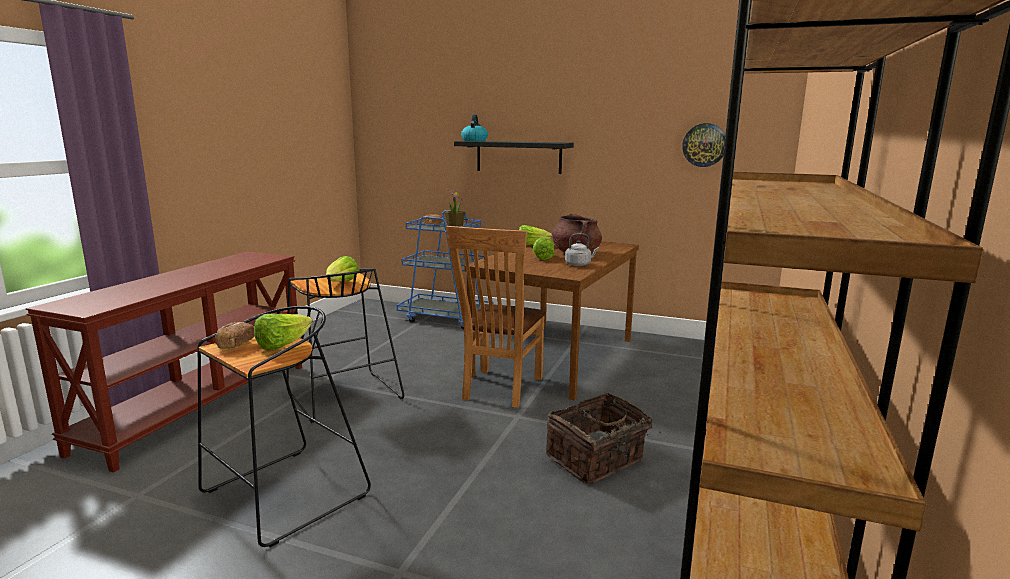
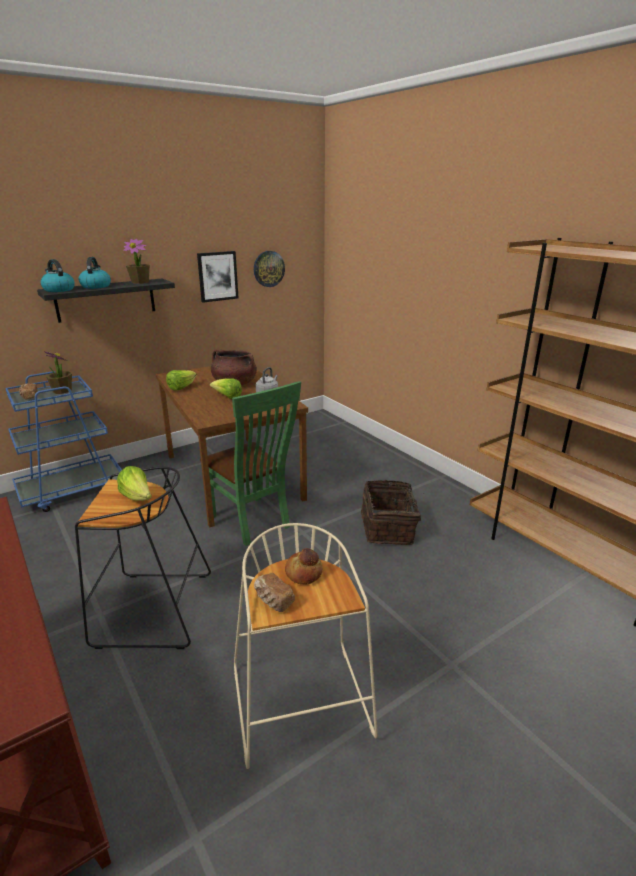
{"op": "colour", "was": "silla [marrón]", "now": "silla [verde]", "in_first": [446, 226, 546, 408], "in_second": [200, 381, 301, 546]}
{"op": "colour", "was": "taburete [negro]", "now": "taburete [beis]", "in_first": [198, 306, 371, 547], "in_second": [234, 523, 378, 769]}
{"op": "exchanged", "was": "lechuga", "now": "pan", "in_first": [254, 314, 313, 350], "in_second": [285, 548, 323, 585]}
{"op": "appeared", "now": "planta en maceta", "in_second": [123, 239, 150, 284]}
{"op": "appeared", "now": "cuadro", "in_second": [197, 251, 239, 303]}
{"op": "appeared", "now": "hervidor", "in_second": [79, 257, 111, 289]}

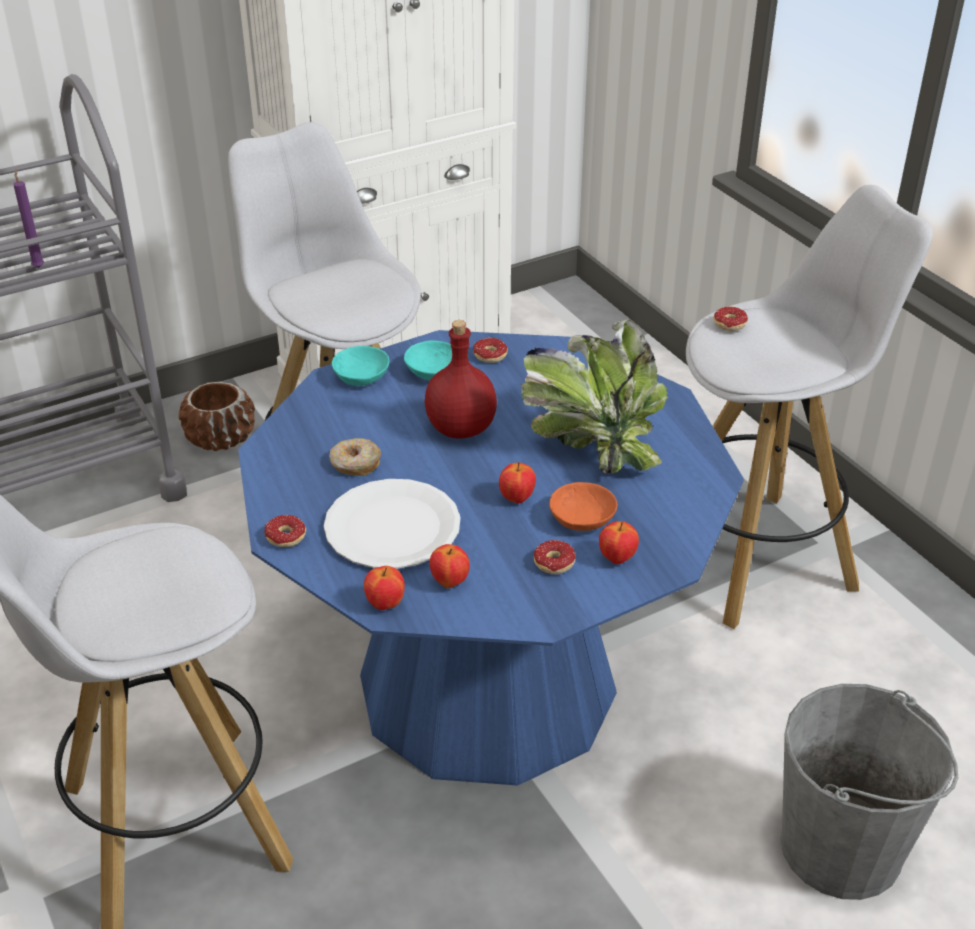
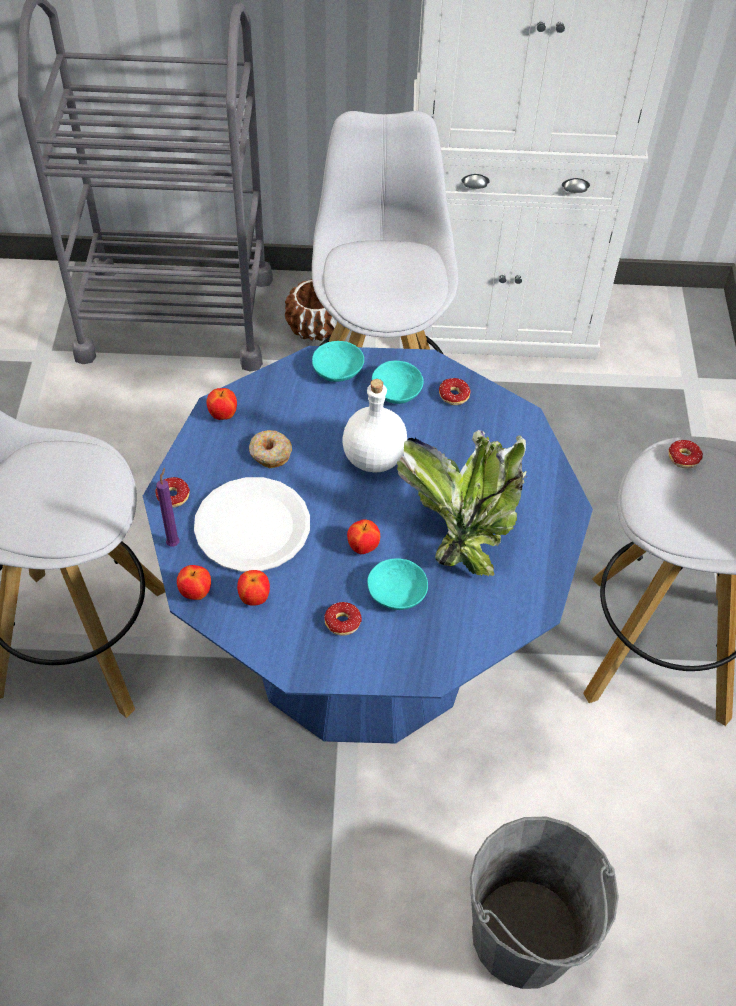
{"op": "relocated", "was": "vela [morado]", "in_first": [13, 169, 44, 268], "in_second": [156, 468, 180, 547]}
{"op": "colour", "was": "botella [rojo]", "now": "botella [blanco]", "in_first": [425, 320, 497, 439], "in_second": [343, 379, 407, 472]}
{"op": "colour", "was": "cuenco [naranja]", "now": "cuenco [turquesa]", "in_first": [549, 482, 617, 531], "in_second": [367, 558, 428, 610]}
{"op": "relocated", "was": "manzana", "in_first": [599, 521, 639, 564], "in_second": [207, 388, 237, 420]}

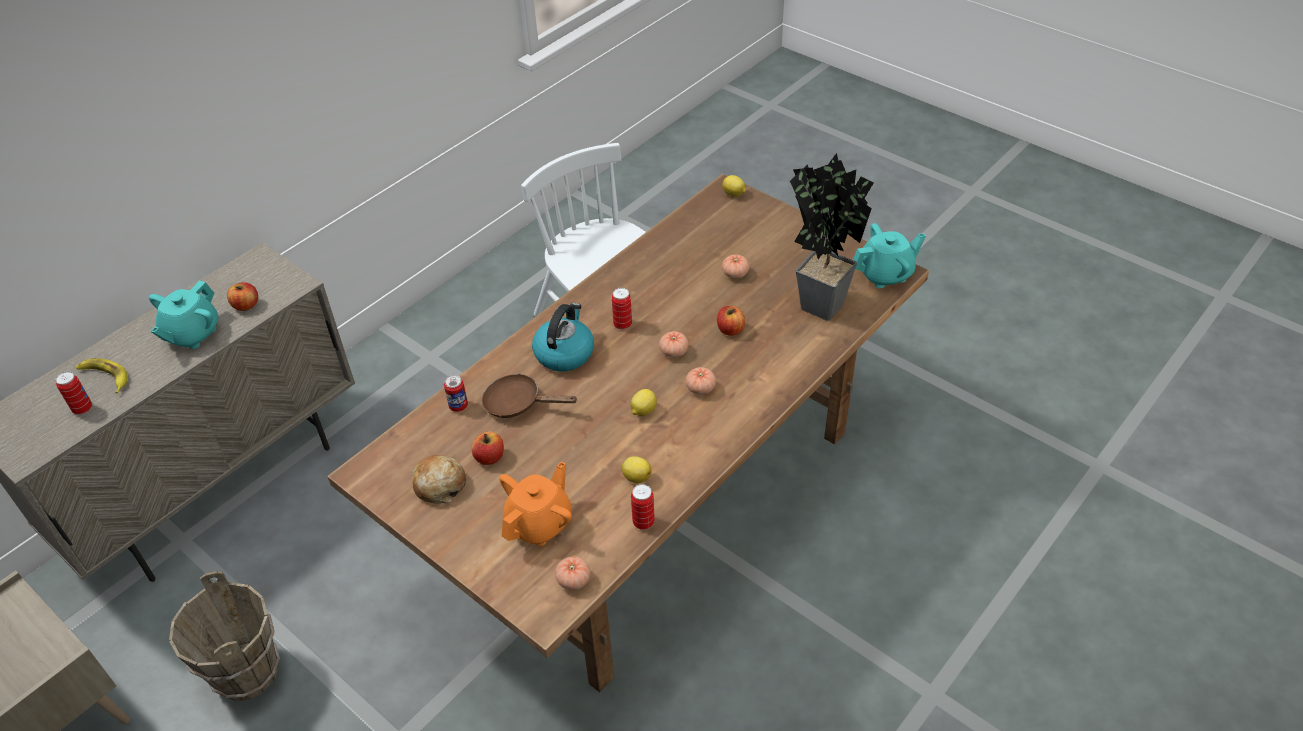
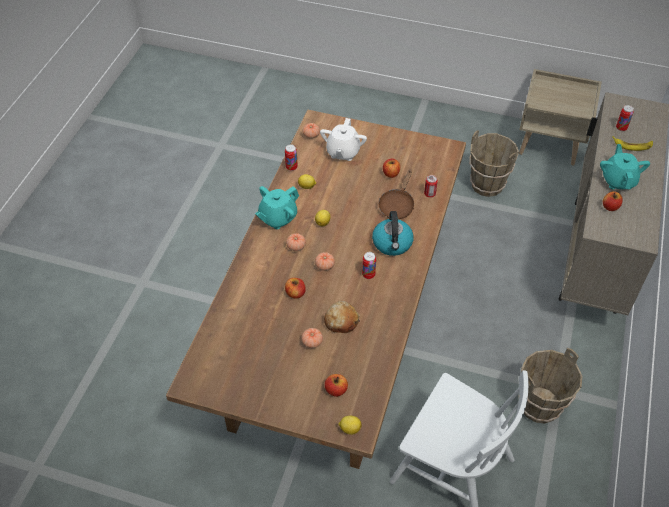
{"op": "missing", "was": "planta en maceta", "in_first": [790, 153, 874, 321]}
{"op": "relocated", "was": "tetera [turquesa]", "in_first": [853, 223, 926, 288], "in_second": [255, 186, 299, 229]}
{"op": "spun", "was": "sartén [marrón]", "in_first": [482, 373, 578, 418], "in_second": [378, 169, 414, 219], "clockwise": 120}
{"op": "relocated", "was": "pan", "in_first": [412, 455, 466, 504], "in_second": [324, 301, 360, 333]}
{"op": "colour", "was": "tetera [naranja]", "now": "tetera [blanco]", "in_first": [499, 462, 572, 546], "in_second": [320, 118, 367, 161]}
{"op": "appeared", "now": "cubo [marrón]", "in_second": [518, 348, 582, 424]}
{"op": "appeared", "now": "manzana", "in_second": [325, 374, 348, 397]}

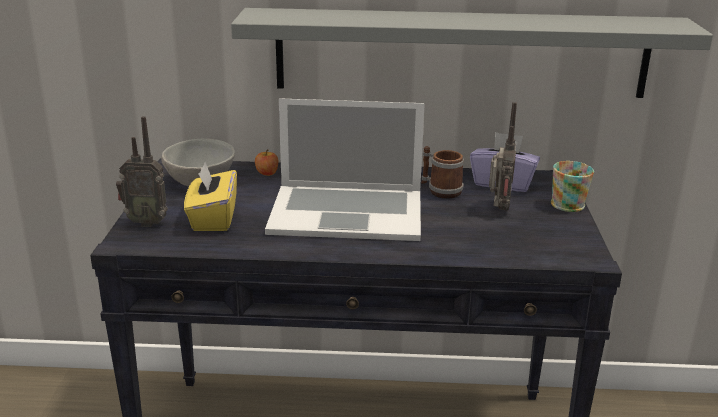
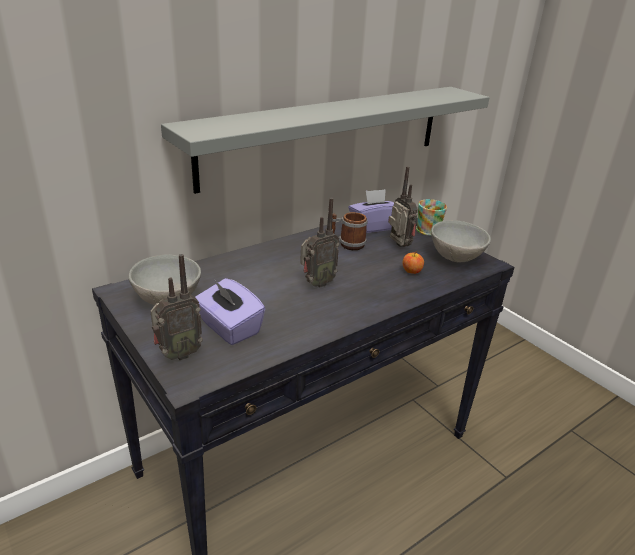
{"op": "exchanged", "was": "portátil", "now": "radio", "in_first": [265, 98, 425, 241], "in_second": [300, 198, 339, 287]}
{"op": "relocated", "was": "manzana", "in_first": [255, 149, 278, 176], "in_second": [403, 251, 424, 274]}
{"op": "colour", "was": "caja de pañuelos [amarillo]", "now": "caja de pañuelos [morado]", "in_first": [184, 162, 237, 231], "in_second": [195, 278, 265, 345]}
{"op": "appeared", "now": "cuenco [gris]", "in_second": [431, 220, 491, 262]}

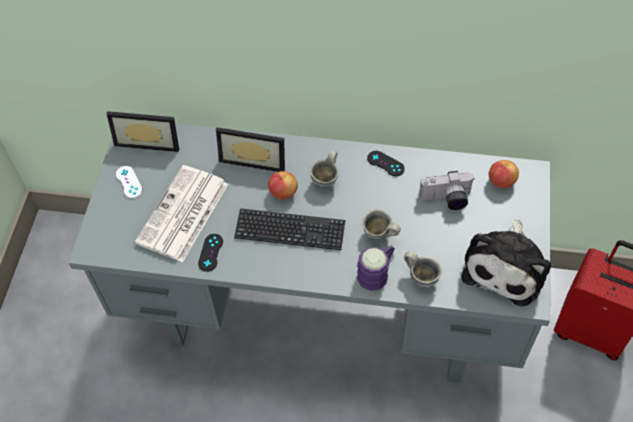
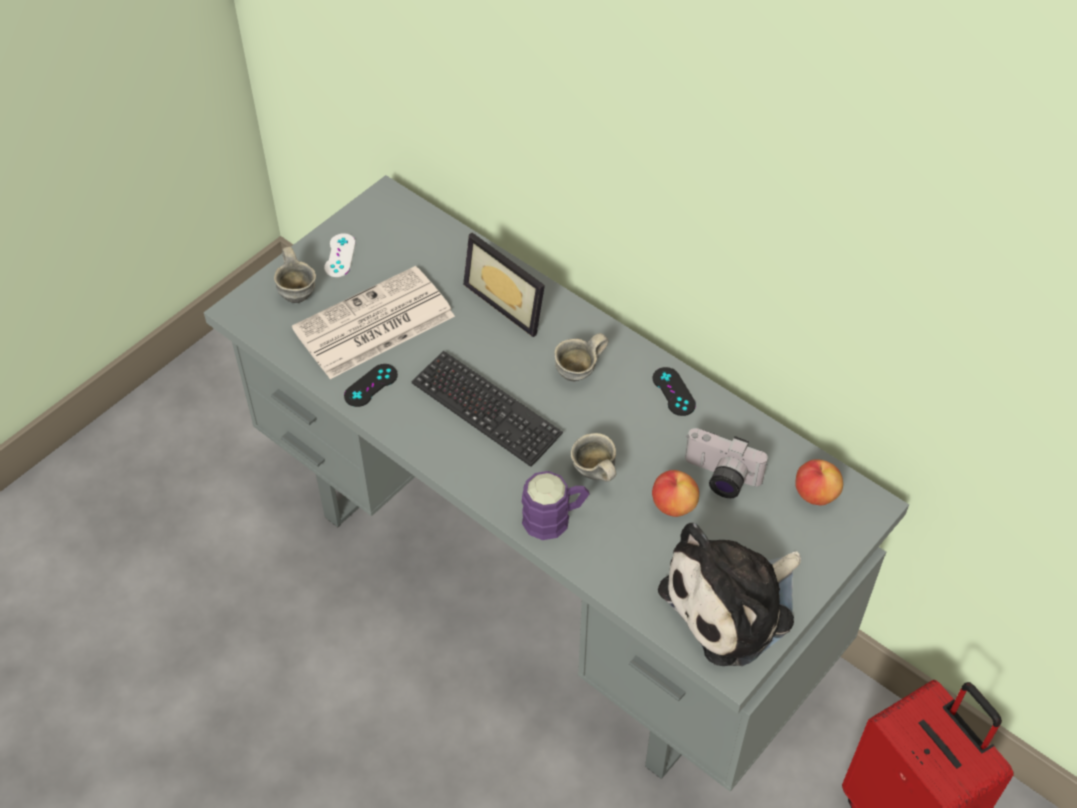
{"op": "missing", "was": "portarretratos", "in_first": [106, 111, 179, 152]}
{"op": "relocated", "was": "manzana", "in_first": [268, 171, 298, 199], "in_second": [652, 470, 699, 517]}
{"op": "relocated", "was": "taza grande [gris]", "in_first": [404, 251, 442, 288], "in_second": [274, 246, 316, 303]}

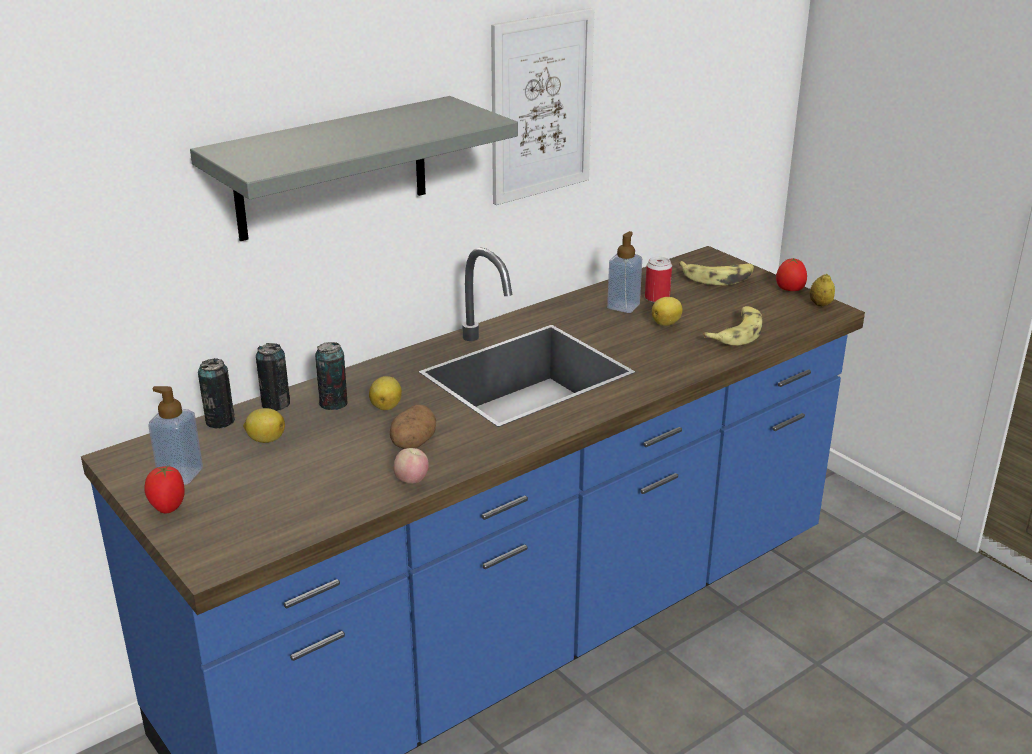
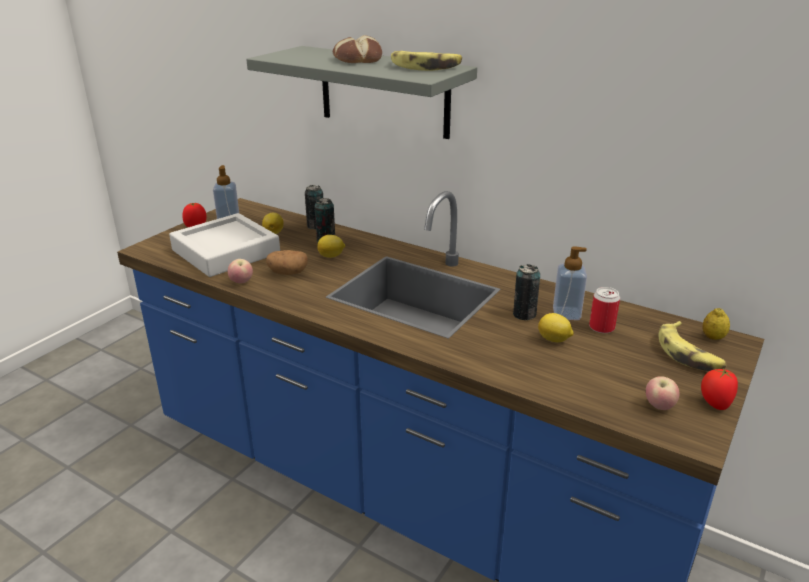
{"op": "missing", "was": "cuadro", "in_first": [491, 8, 594, 205]}
{"op": "relocated", "was": "limón", "in_first": [810, 274, 835, 306], "in_second": [702, 308, 730, 340]}
{"op": "relocated", "was": "plátano", "in_first": [703, 306, 763, 345], "in_second": [391, 51, 462, 71]}
{"op": "relocated", "was": "lata", "in_first": [198, 358, 235, 428], "in_second": [513, 264, 540, 320]}
{"op": "appeared", "now": "pan", "in_second": [333, 35, 382, 63]}
{"op": "appeared", "now": "bandeja [gris]", "in_second": [169, 213, 280, 277]}
{"op": "appeared", "now": "manzana", "in_second": [646, 376, 680, 410]}

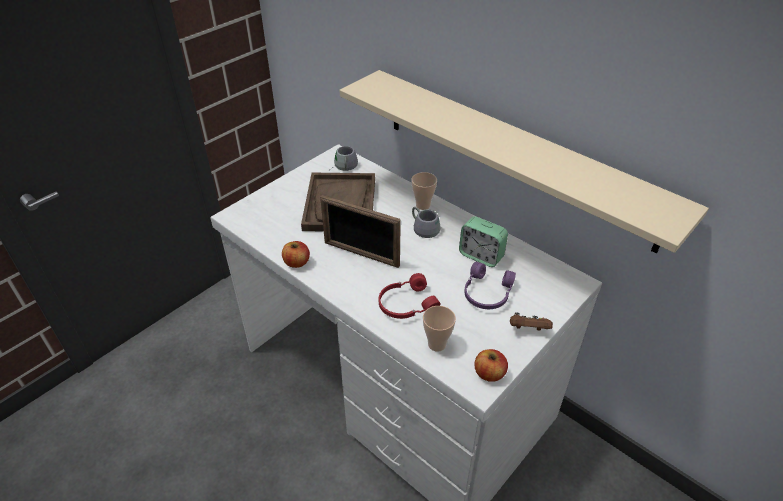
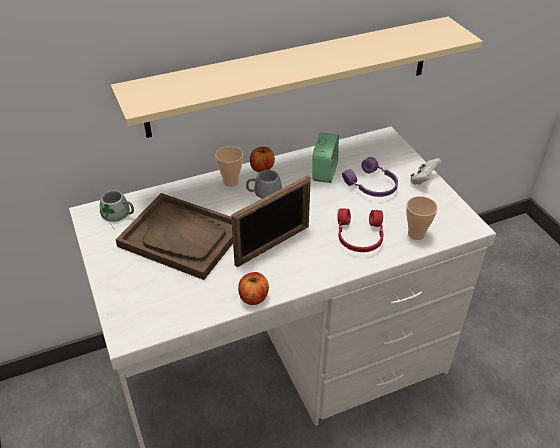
{"op": "spun", "was": "despertador", "in_first": [459, 216, 508, 267], "in_second": [312, 133, 339, 183], "clockwise": -45}
{"op": "colour", "was": "mando de consola [marrón]", "now": "mando de consola [blanco]", "in_first": [510, 312, 553, 331], "in_second": [410, 158, 441, 185]}
{"op": "relocated", "was": "manzana", "in_first": [474, 349, 508, 382], "in_second": [250, 147, 275, 172]}

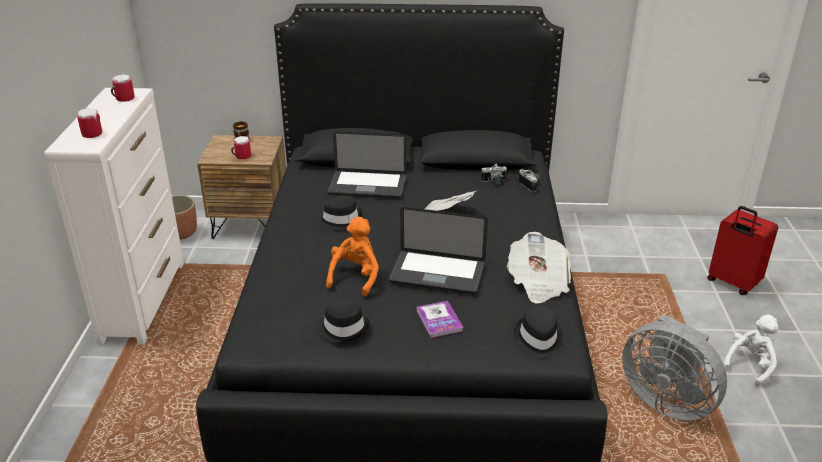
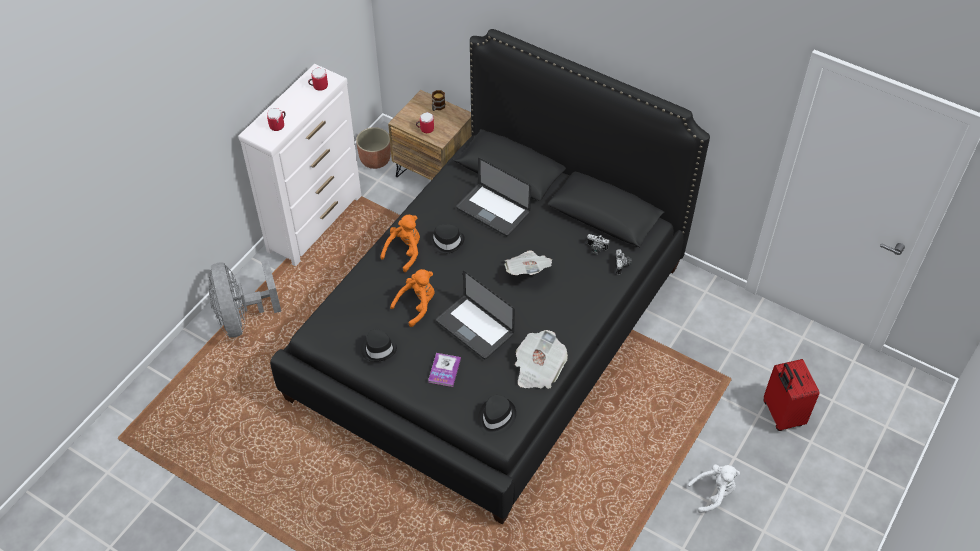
{"op": "relocated", "was": "ventilador [gris]", "in_first": [622, 315, 727, 420], "in_second": [209, 260, 281, 338]}
{"op": "appeared", "now": "peluche [naranja]", "in_second": [380, 215, 420, 272]}

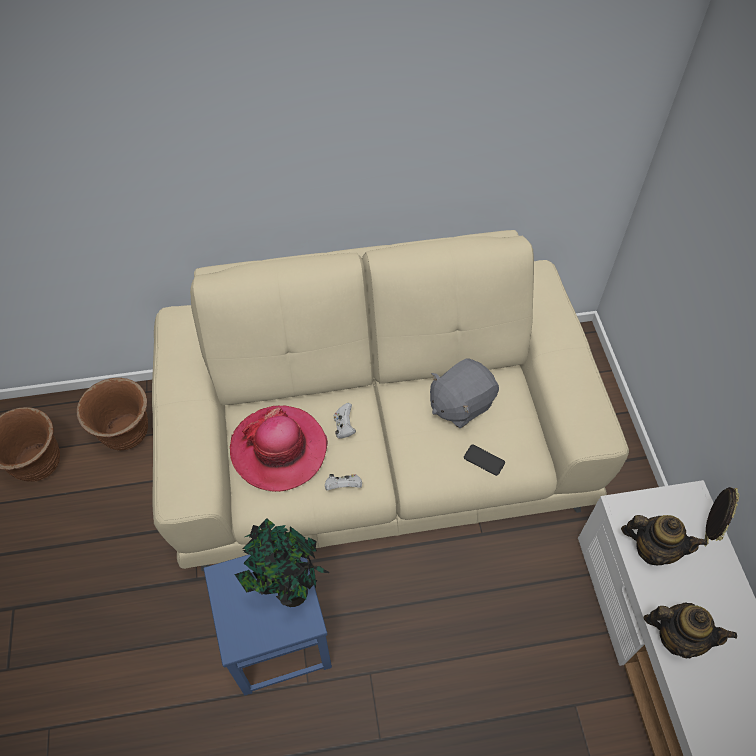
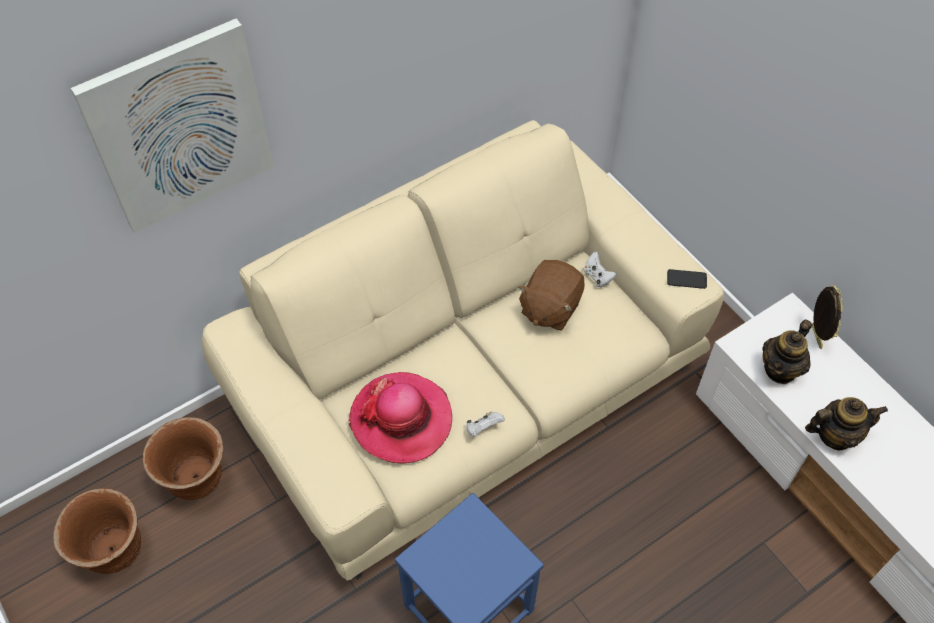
{"op": "colour", "was": "peluche [gris]", "now": "peluche [marrón]", "in_first": [430, 359, 499, 428], "in_second": [517, 260, 584, 330]}
{"op": "relocated", "was": "mando de consola [blanco]", "in_first": [334, 403, 356, 438], "in_second": [584, 252, 617, 288]}
{"op": "relocated", "was": "móvil", "in_first": [464, 445, 505, 476], "in_second": [667, 269, 707, 289]}
{"op": "spun", "was": "tetera", "in_first": [621, 515, 708, 565], "in_second": [762, 320, 812, 384], "clockwise": 135}
{"op": "missing", "was": "planta en maceta", "in_first": [234, 518, 329, 607]}
{"op": "appeared", "now": "cuadro", "in_second": [71, 18, 274, 233]}

